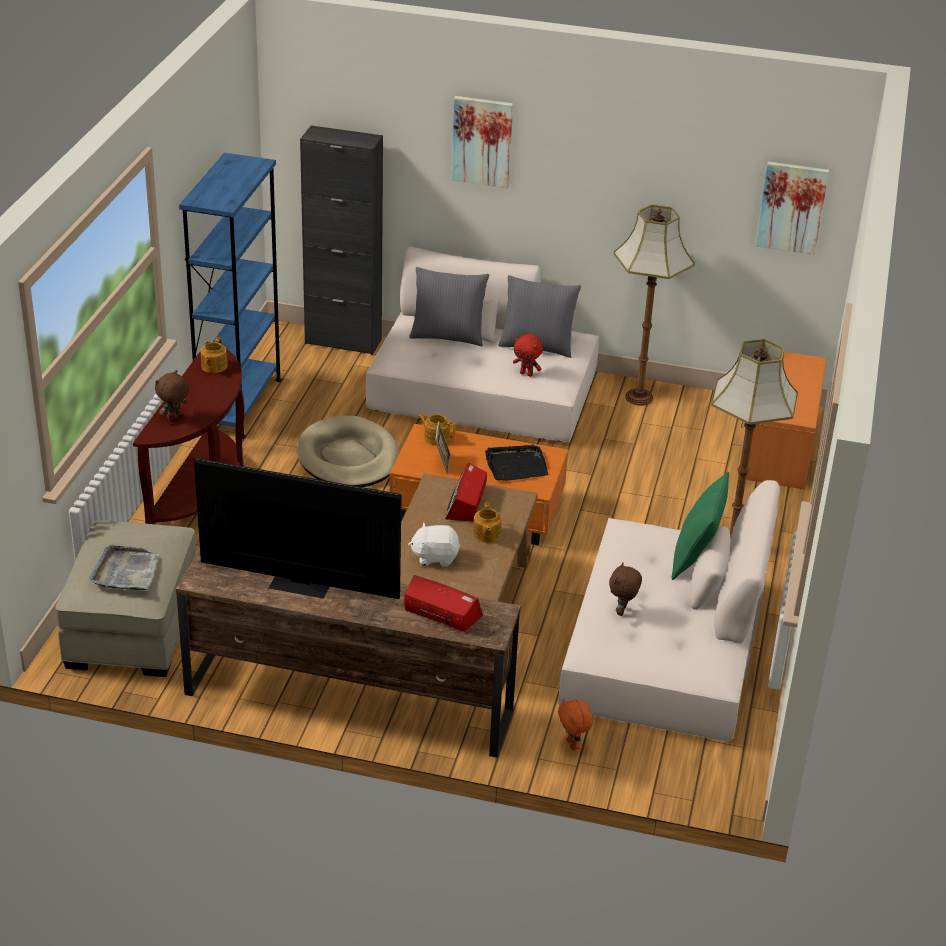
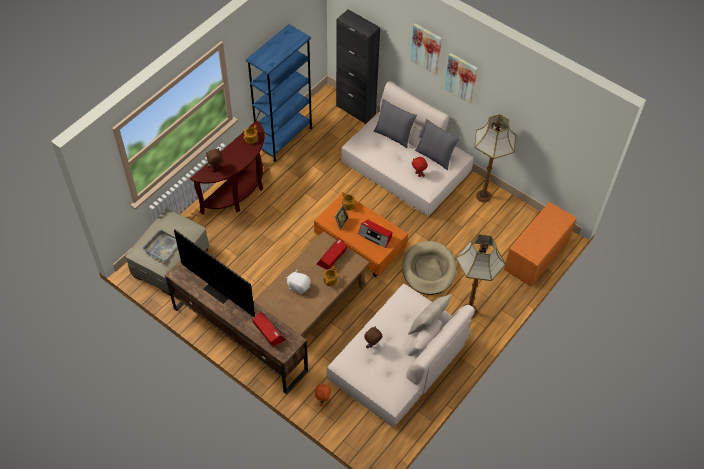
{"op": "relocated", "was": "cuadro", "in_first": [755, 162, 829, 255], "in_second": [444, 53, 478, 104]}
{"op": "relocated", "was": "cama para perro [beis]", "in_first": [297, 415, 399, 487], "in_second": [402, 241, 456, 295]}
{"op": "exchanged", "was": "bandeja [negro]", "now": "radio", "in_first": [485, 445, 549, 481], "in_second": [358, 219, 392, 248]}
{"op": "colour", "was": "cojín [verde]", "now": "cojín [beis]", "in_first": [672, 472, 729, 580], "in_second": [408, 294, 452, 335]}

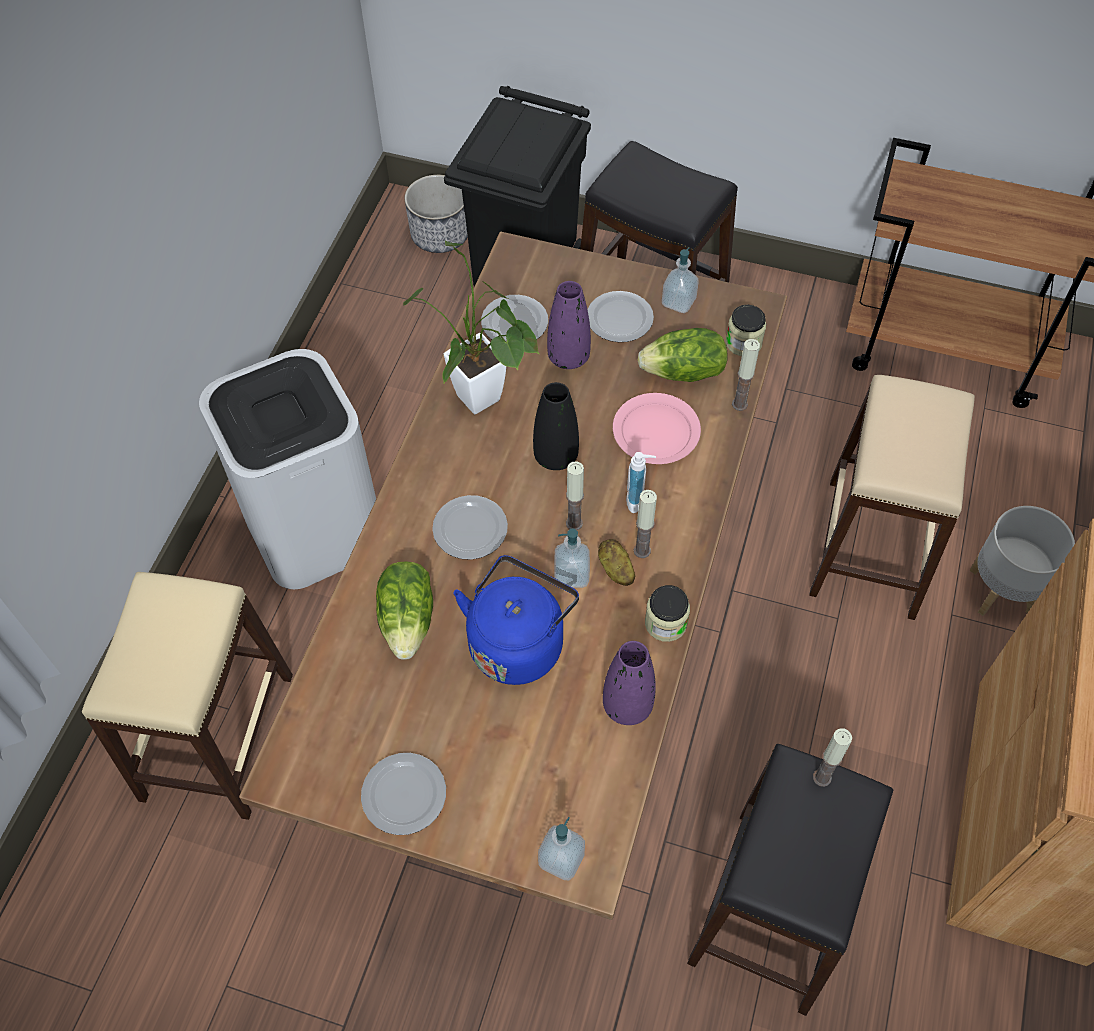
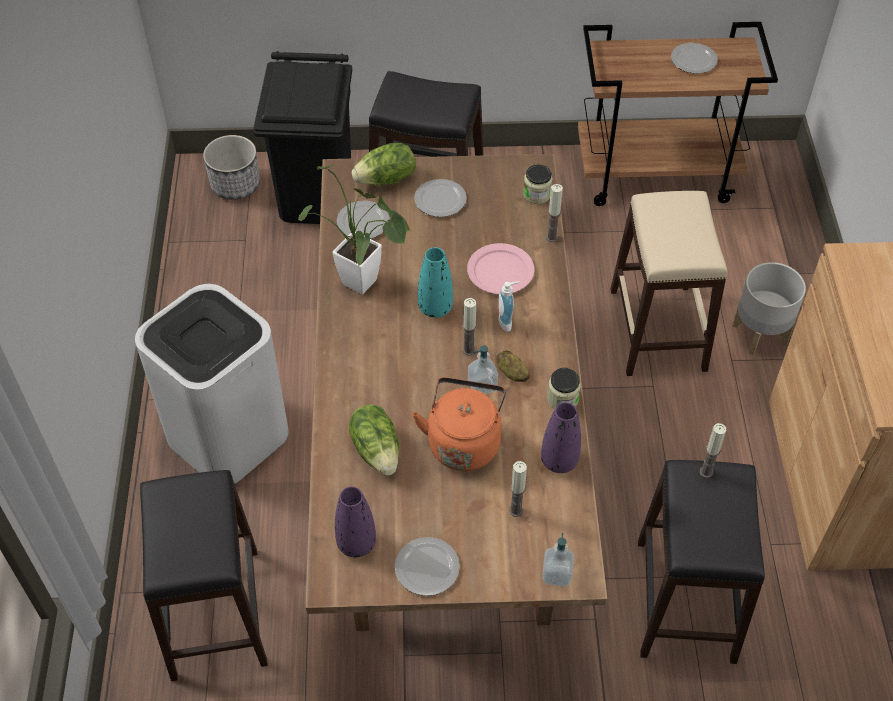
{"op": "missing", "was": "dispensador de jabón", "in_first": [662, 247, 698, 313]}
{"op": "relocated", "was": "florero [morado]", "in_first": [547, 281, 591, 369], "in_second": [335, 486, 376, 557]}
{"op": "relocated", "was": "lechuga", "in_first": [638, 328, 728, 382], "in_second": [352, 143, 416, 185]}
{"op": "colour", "was": "florero [negro]", "now": "florero [turquesa]", "in_first": [533, 382, 579, 470], "in_second": [418, 247, 453, 318]}
{"op": "relocated", "was": "vela", "in_first": [634, 490, 657, 558], "in_second": [509, 461, 527, 517]}
{"op": "relocated", "was": "plato", "in_first": [432, 495, 508, 560], "in_second": [671, 43, 718, 74]}
{"op": "colour", "was": "hervidor [azul]", "now": "hervidor [naranja]", "in_first": [453, 555, 579, 685], "in_second": [412, 377, 506, 471]}
{"op": "colour", "was": "taburete [beis]", "now": "taburete [negro]", "in_first": [82, 572, 293, 820], "in_second": [140, 470, 268, 681]}

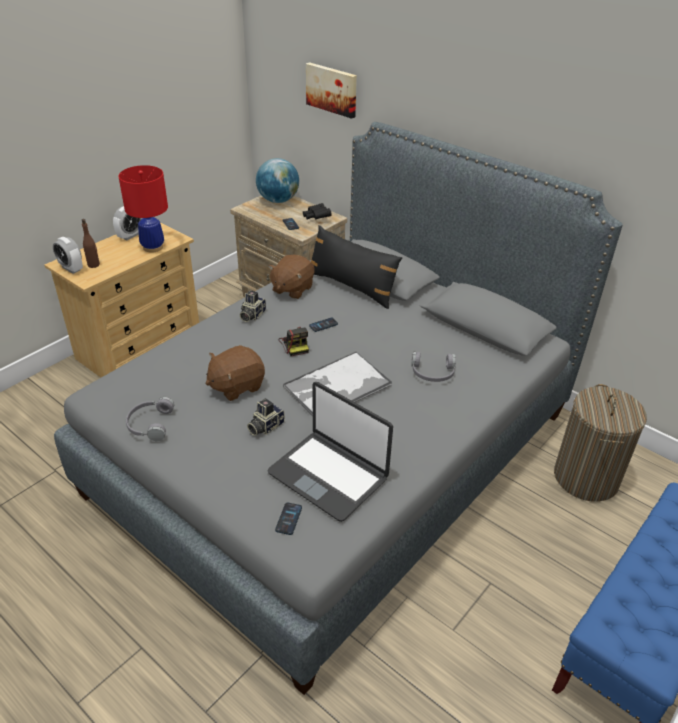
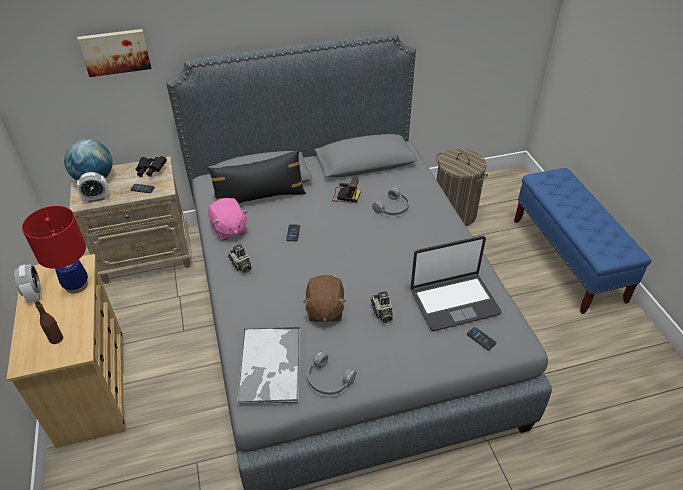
{"op": "relocated", "was": "despertador", "in_first": [53, 237, 83, 274], "in_second": [77, 172, 109, 203]}
{"op": "colour", "was": "peluche [marrón]", "now": "peluche [rosa]", "in_first": [268, 255, 314, 299], "in_second": [208, 198, 248, 240]}
{"op": "relocated", "was": "cámara", "in_first": [279, 327, 309, 356], "in_second": [332, 178, 360, 203]}
{"op": "relocated", "was": "bandeja", "in_first": [283, 351, 392, 416], "in_second": [237, 327, 300, 404]}

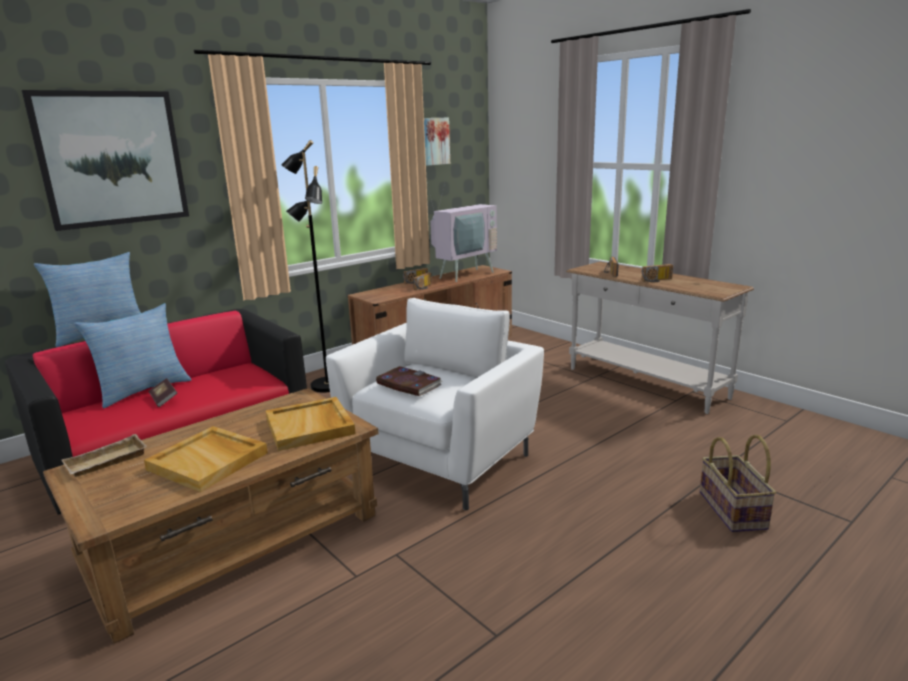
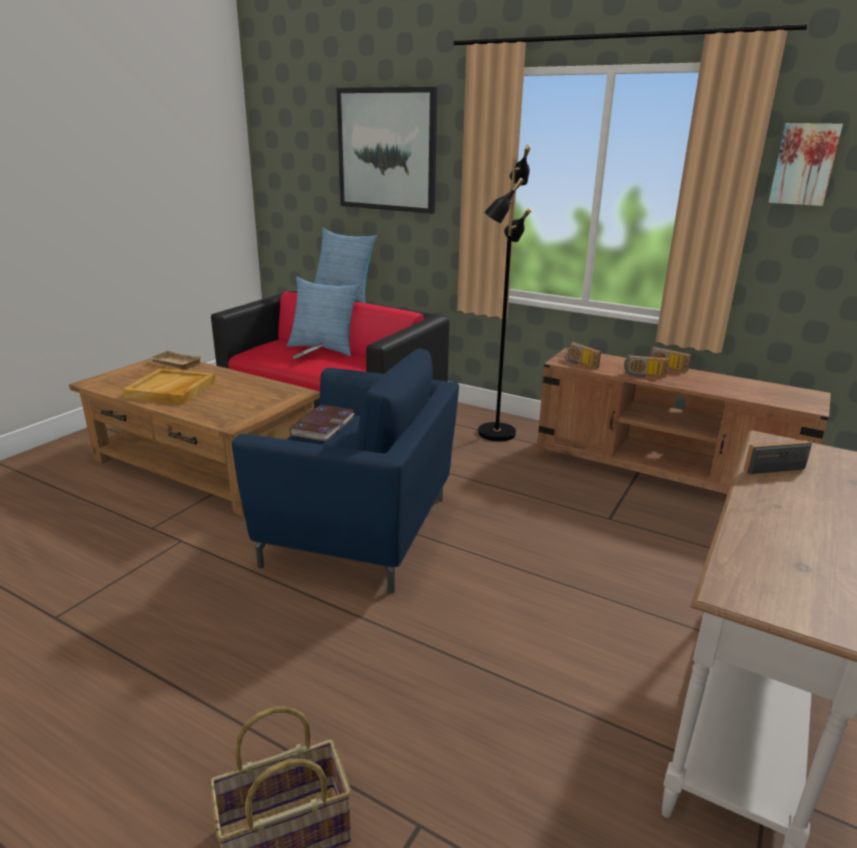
{"op": "missing", "was": "televisor", "in_first": [427, 185, 497, 282]}
{"op": "relocated", "was": "radio", "in_first": [642, 264, 673, 282], "in_second": [565, 342, 601, 369]}
{"op": "colour", "was": "sillón [blanco]", "now": "sillón [azul]", "in_first": [326, 298, 544, 510], "in_second": [232, 348, 459, 594]}
{"op": "missing", "was": "bandeja [beis]", "in_first": [266, 397, 356, 451]}

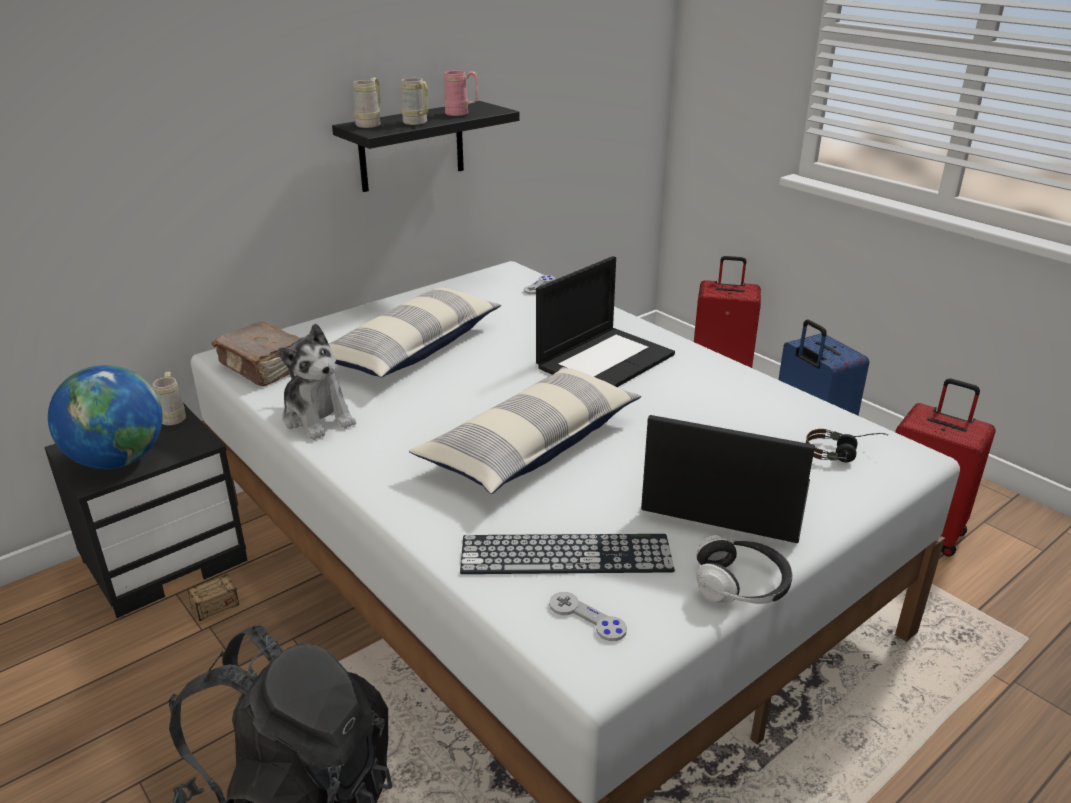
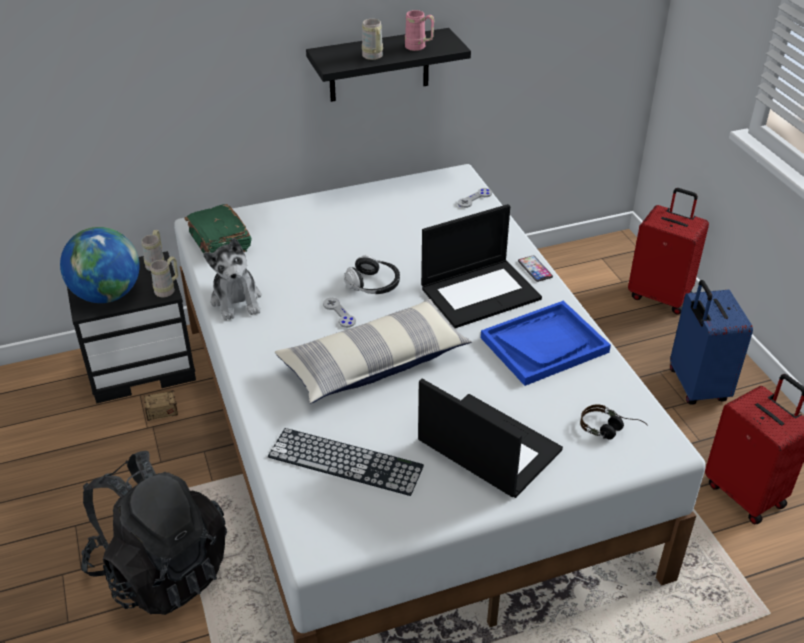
{"op": "relocated", "was": "taza grande [beis]", "in_first": [353, 77, 381, 128], "in_second": [150, 257, 178, 297]}
{"op": "missing", "was": "cojín", "in_first": [329, 287, 501, 378]}
{"op": "colour", "was": "libro [marrón]", "now": "libro [verde]", "in_first": [212, 322, 299, 386], "in_second": [184, 204, 252, 253]}
{"op": "relocated", "was": "auriculares", "in_first": [696, 535, 792, 604], "in_second": [344, 255, 400, 294]}
{"op": "relocated", "was": "mando de consola [gris]", "in_first": [549, 592, 627, 641], "in_second": [323, 298, 356, 328]}
{"op": "appeared", "now": "móvil", "in_second": [518, 255, 553, 282]}
{"op": "appeared", "now": "bandeja [azul]", "in_second": [481, 301, 611, 386]}

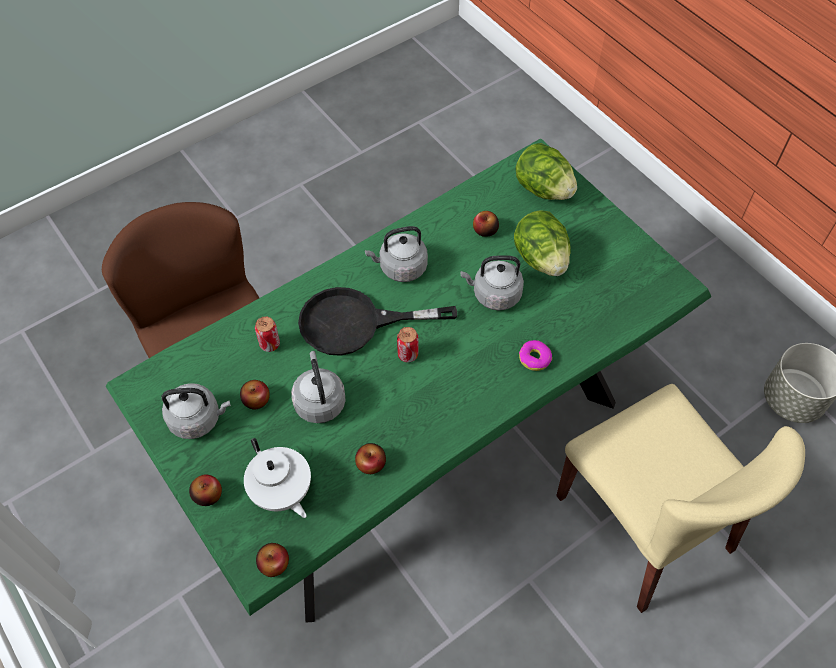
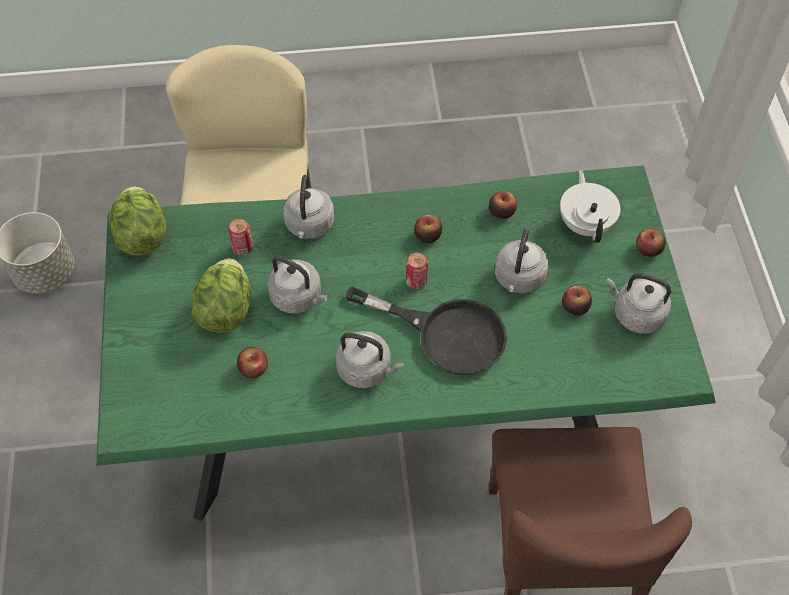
{"op": "relocated", "was": "lechuga", "in_first": [515, 143, 577, 200], "in_second": [109, 186, 167, 256]}
{"op": "relocated", "was": "lata", "in_first": [255, 316, 280, 352], "in_second": [228, 218, 253, 255]}
{"op": "exchanged", "was": "rosquilla", "now": "hervidor [gris]", "in_first": [519, 340, 552, 371], "in_second": [283, 175, 334, 239]}
{"op": "relocated", "was": "manzana", "in_first": [256, 543, 289, 577], "in_second": [414, 215, 442, 243]}

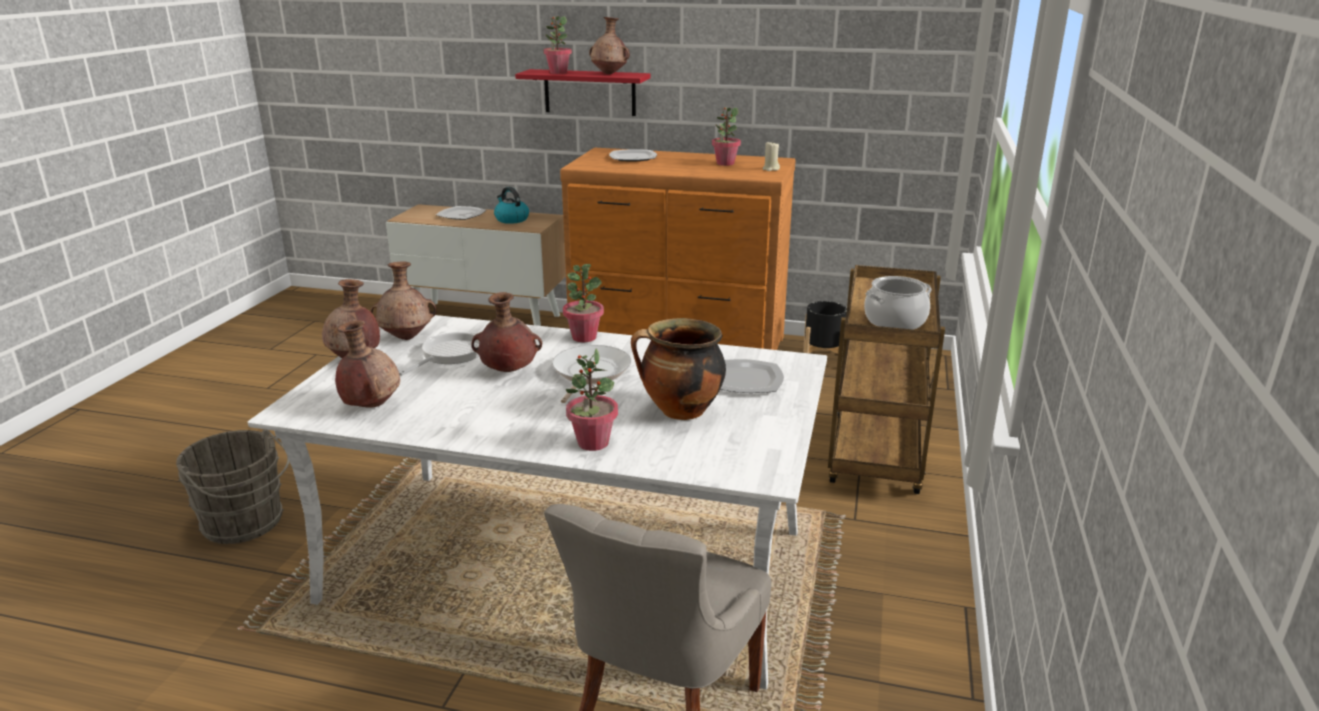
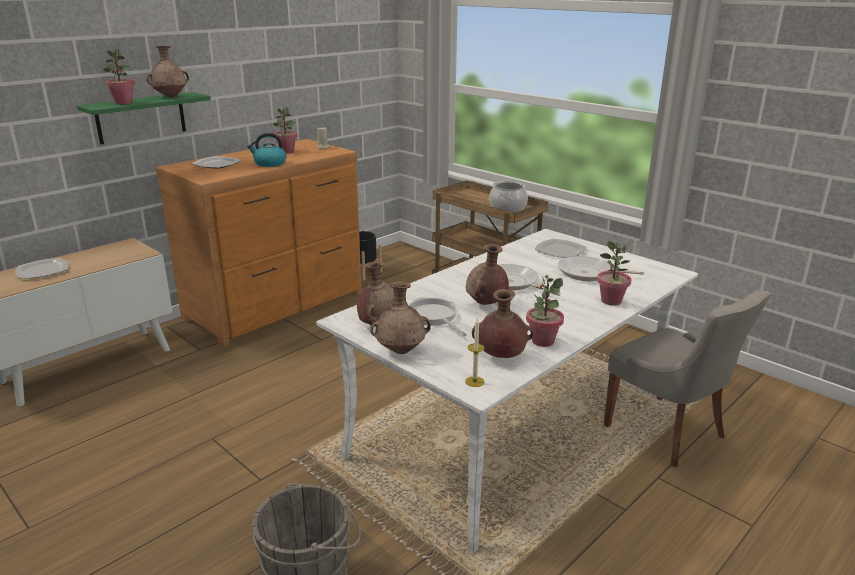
{"op": "colour", "was": "estante [rojo]", "now": "estante [verde]", "in_first": [515, 69, 651, 116], "in_second": [77, 92, 211, 144]}
{"op": "relocated", "was": "hervidor", "in_first": [494, 187, 529, 224], "in_second": [247, 133, 286, 167]}
{"op": "relocated", "was": "planta en maceta", "in_first": [563, 264, 604, 342], "in_second": [526, 275, 564, 347]}
{"op": "exchanged", "was": "olla", "now": "sartén", "in_first": [631, 318, 726, 420], "in_second": [558, 256, 644, 281]}
{"op": "appeared", "now": "vela", "in_second": [465, 318, 484, 387]}

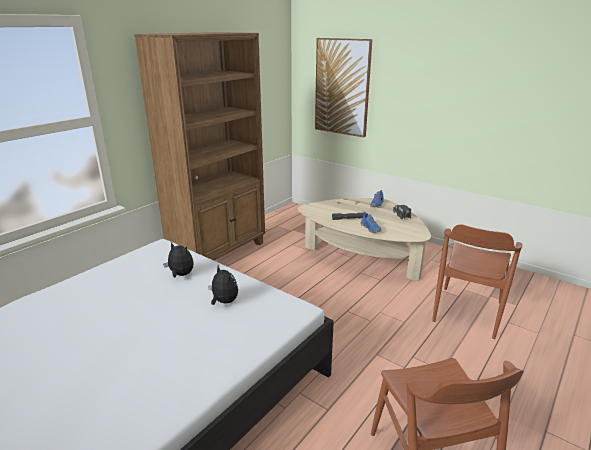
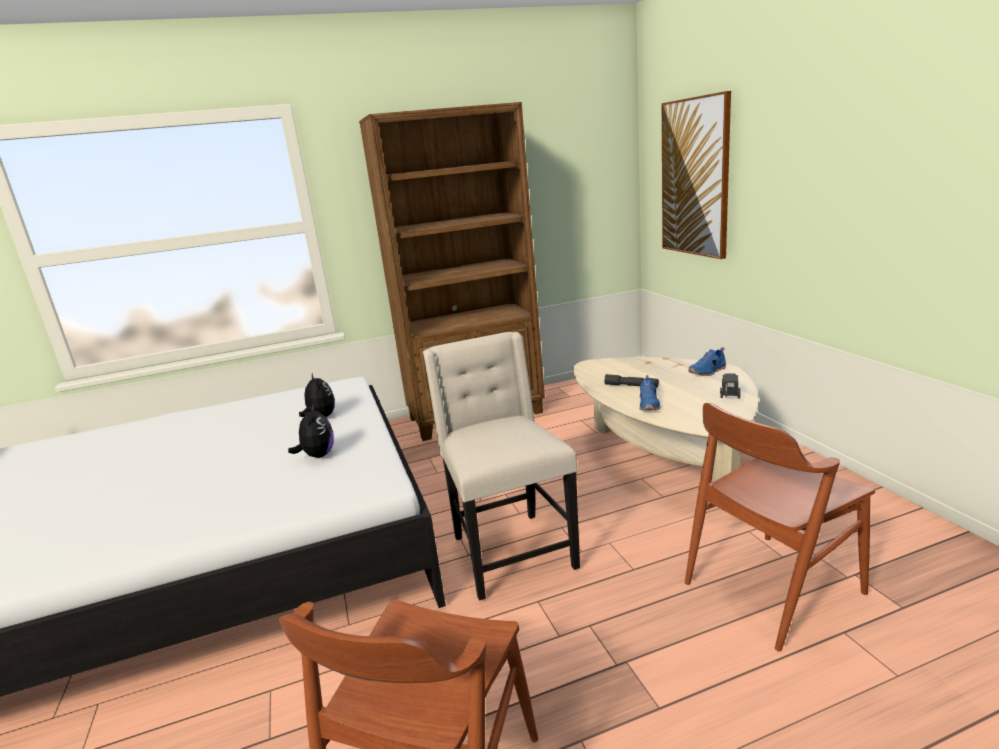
{"op": "appeared", "now": "silla [beis]", "in_second": [423, 332, 580, 601]}

